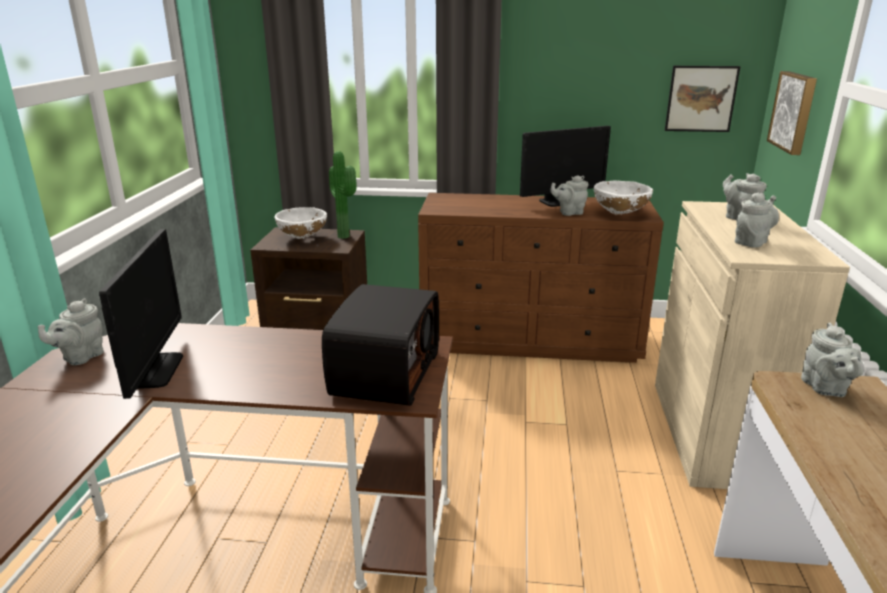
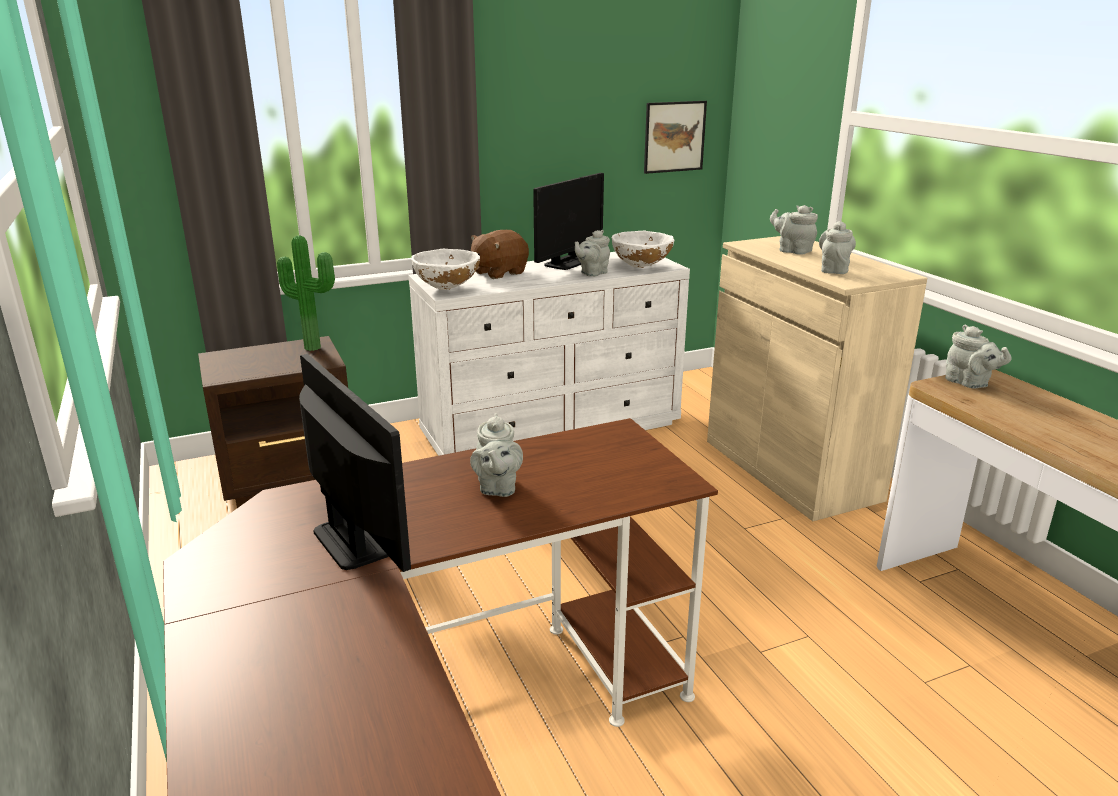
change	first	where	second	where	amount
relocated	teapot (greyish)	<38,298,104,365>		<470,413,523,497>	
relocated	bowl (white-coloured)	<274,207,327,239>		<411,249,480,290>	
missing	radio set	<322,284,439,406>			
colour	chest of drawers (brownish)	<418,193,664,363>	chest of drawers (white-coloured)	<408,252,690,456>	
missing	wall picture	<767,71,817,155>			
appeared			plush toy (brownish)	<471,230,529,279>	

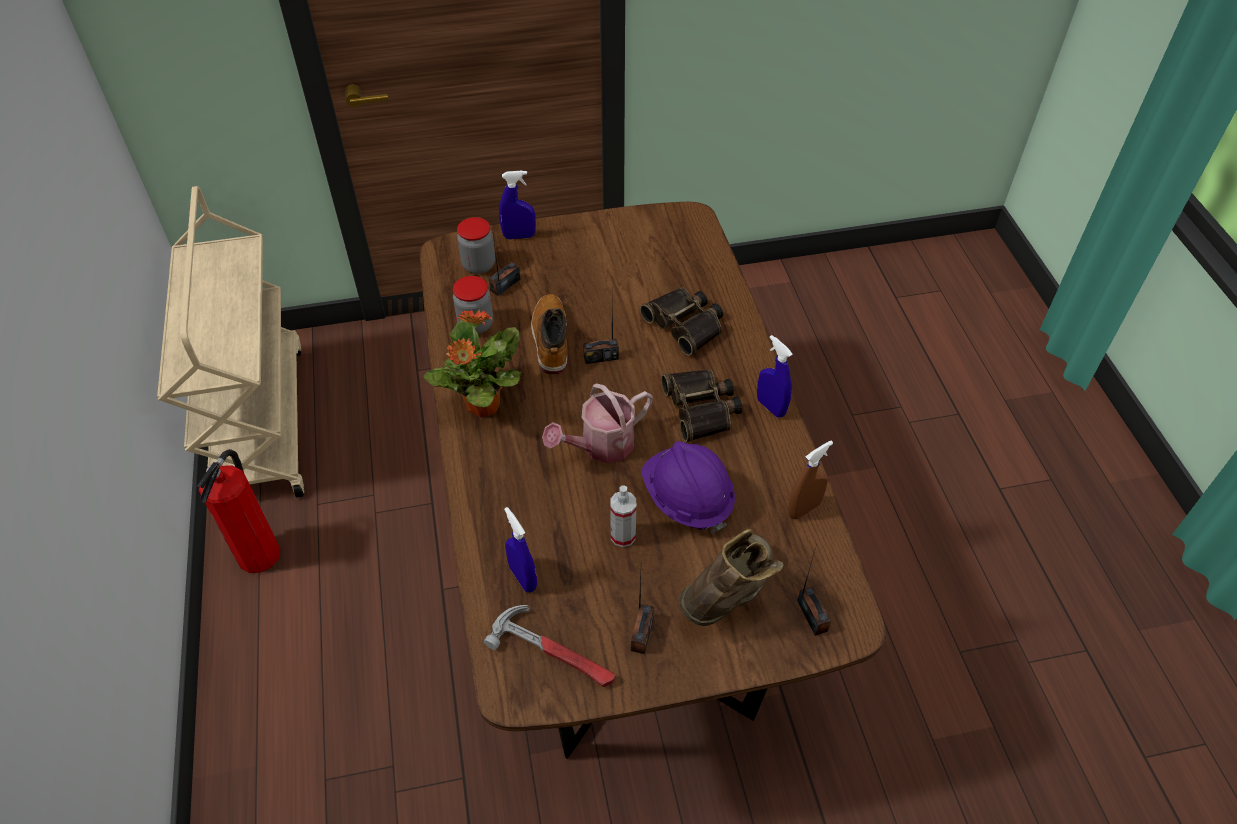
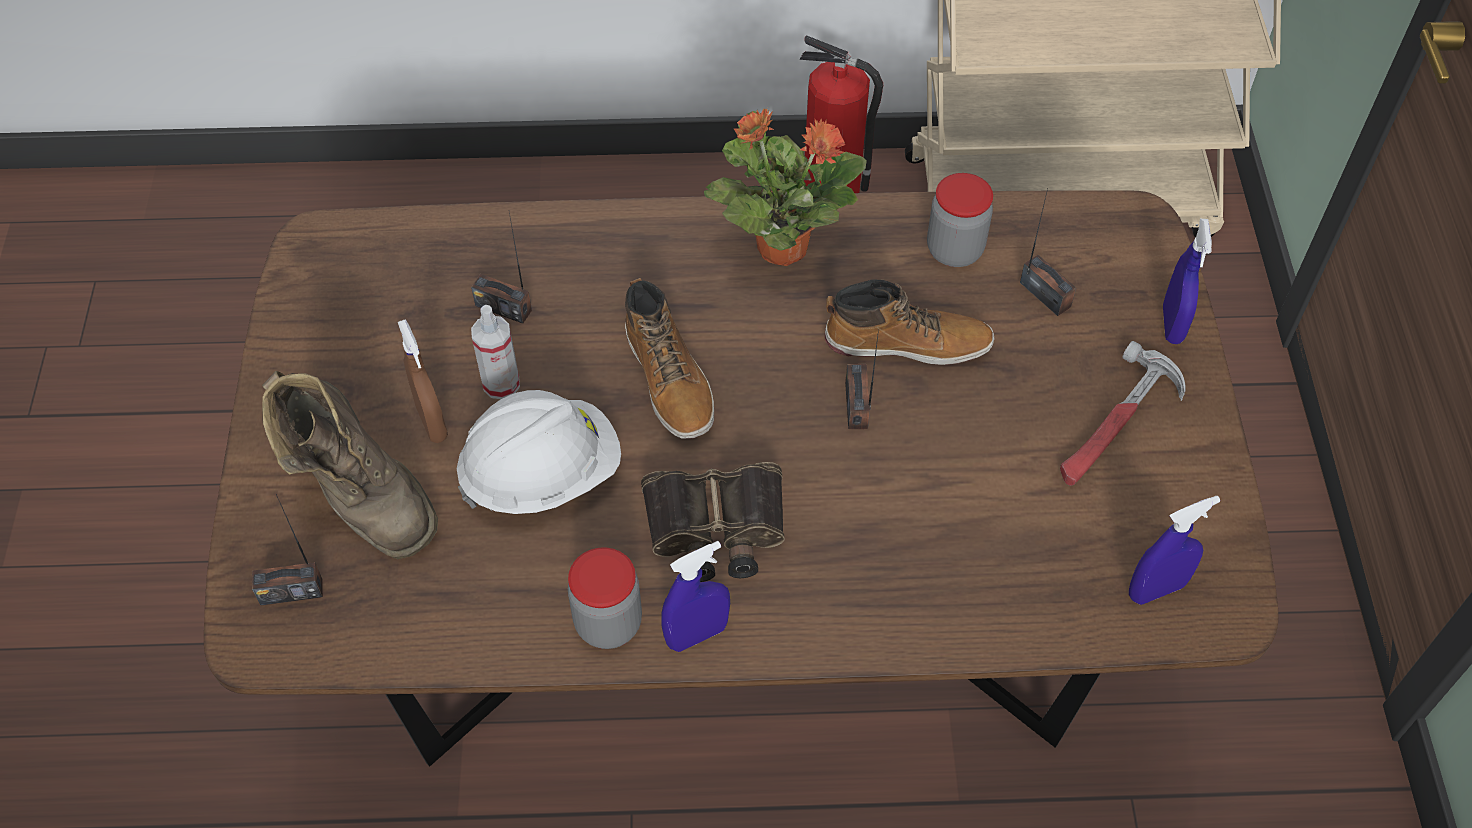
change	first	where	second	where	amount
relocated	jar	<457,217,495,274>		<568,547,642,649>	
relocated	hand hammer	<484,605,616,687>		<1060,341,1186,486>	
relocated	spray bottle (blue-coloured)	<504,507,537,592>		<1129,496,1220,605>	
exchanged	watering pot	<542,383,653,464>	boot	<625,278,714,439>	
relocated	radio set	<631,573,654,654>		<471,212,532,324>	
missing	binoculars	<640,287,723,356>			
colour	hard hat (purple-coloured)	<641,441,735,534>	hard hat (white-coloured)	<457,390,621,514>	
relocated	spray bottle (brownish)	<788,440,833,519>		<398,319,448,443>	

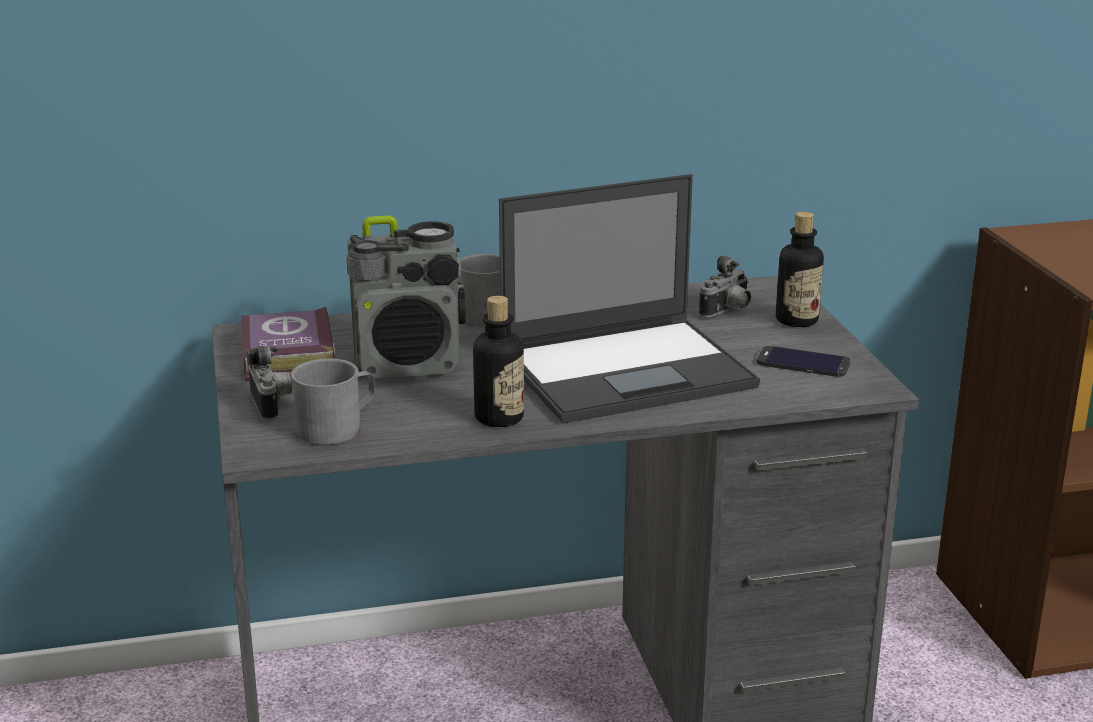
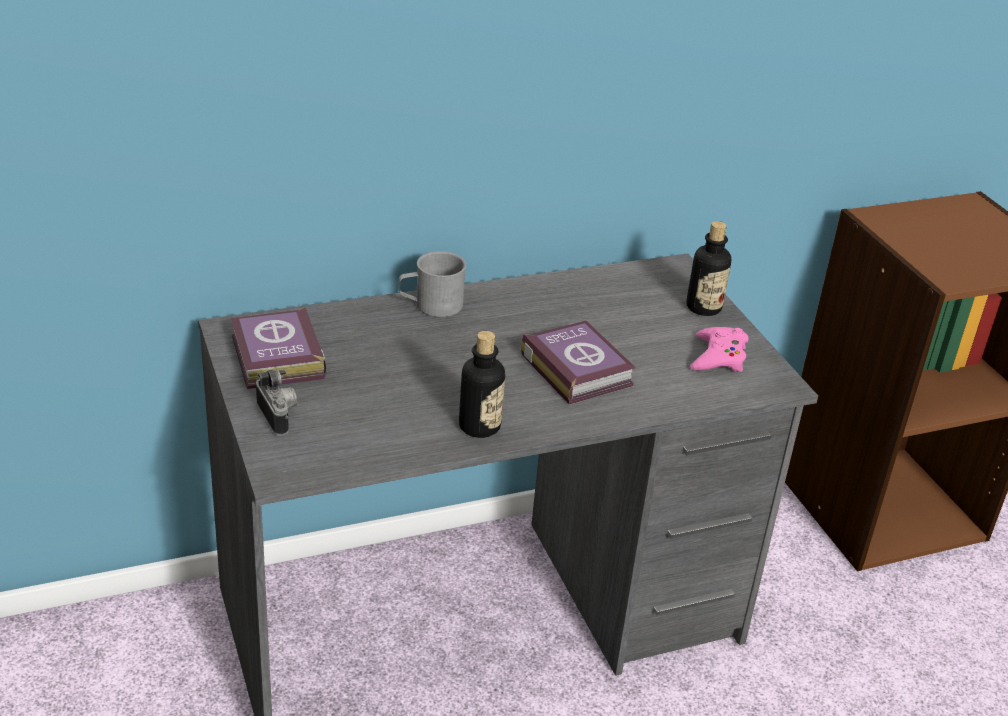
change	first	where	second	where	amount
missing	tea mug (greyish)	<291,358,375,445>			
missing	radio set	<346,216,466,379>			
exchanged	notebook computer	<499,174,760,424>	bound book	<521,321,636,405>	
missing	photo camera	<699,256,751,318>			
exchanged	phone	<756,346,850,377>	game controller (pink)	<690,327,749,372>	

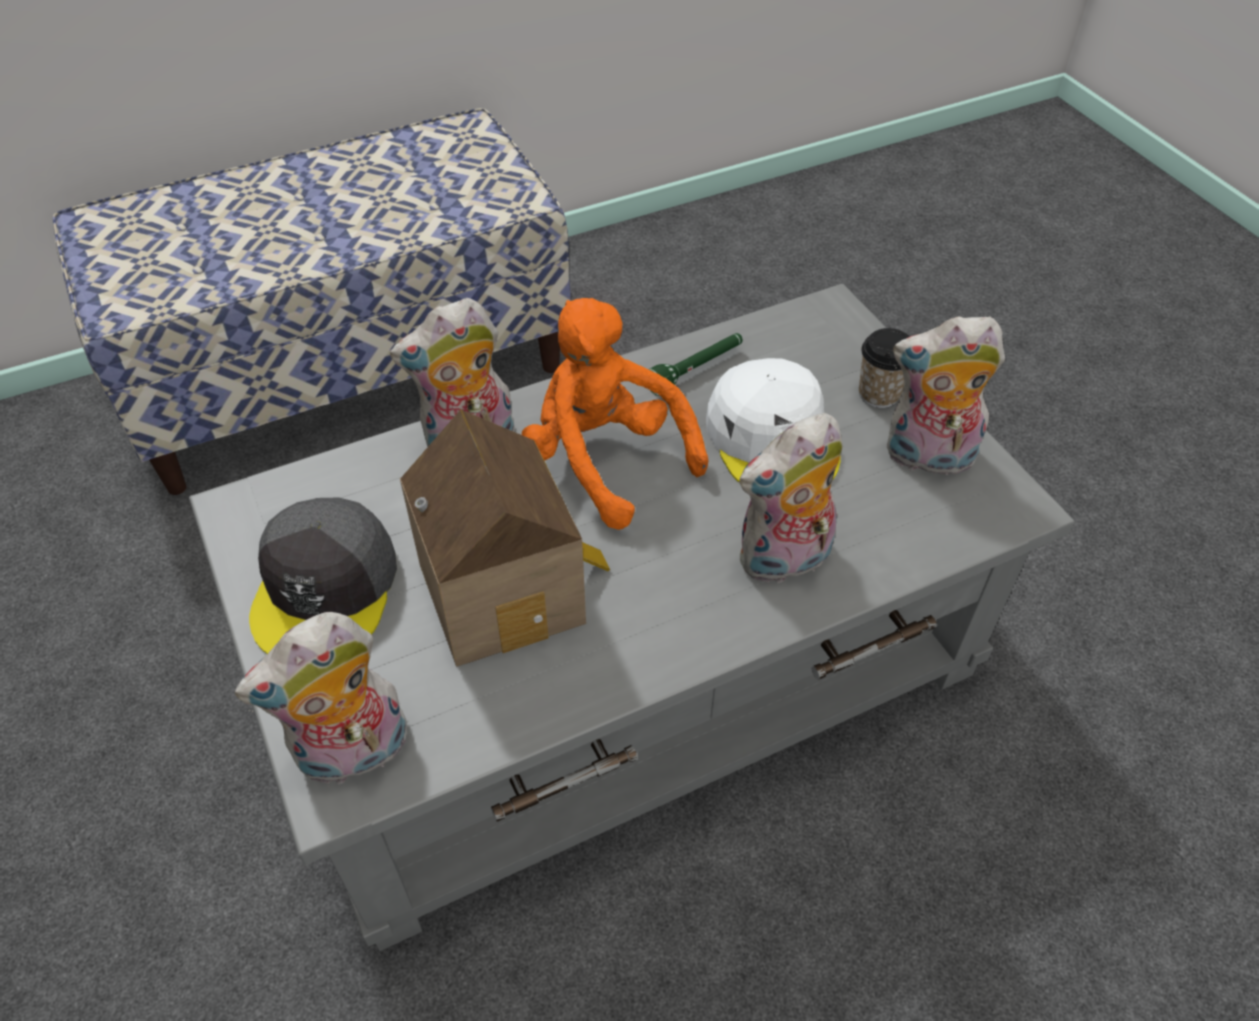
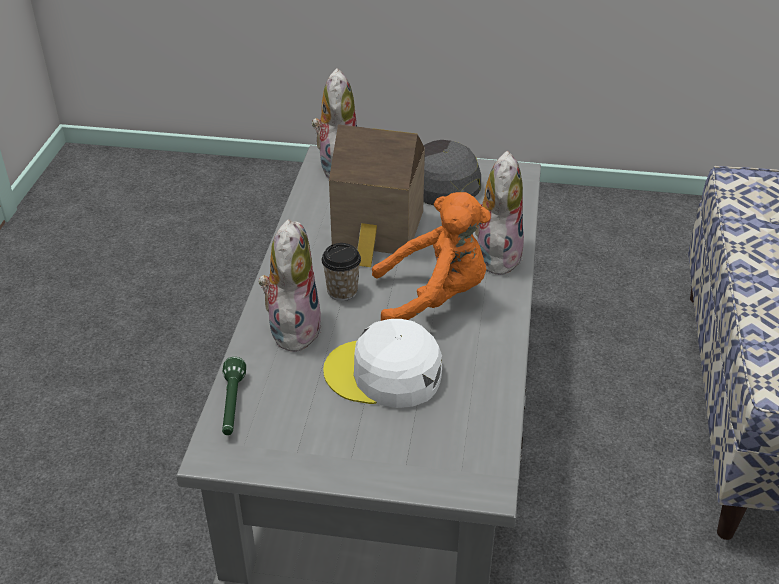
change	first	where	second	where	amount
relocated	hand torch (green-coloured)	<649,333,743,396>		<222,357,246,435>	
relocated	drinking cup	<859,328,910,408>		<321,243,361,301>	
missing	plush toy	<887,317,1005,481>			

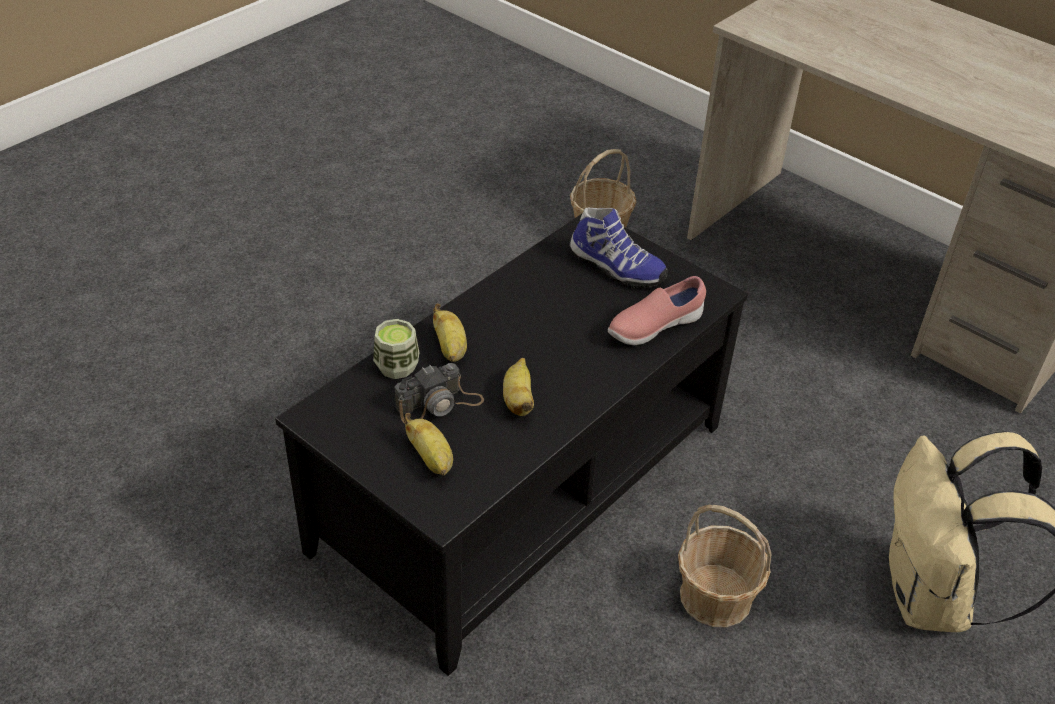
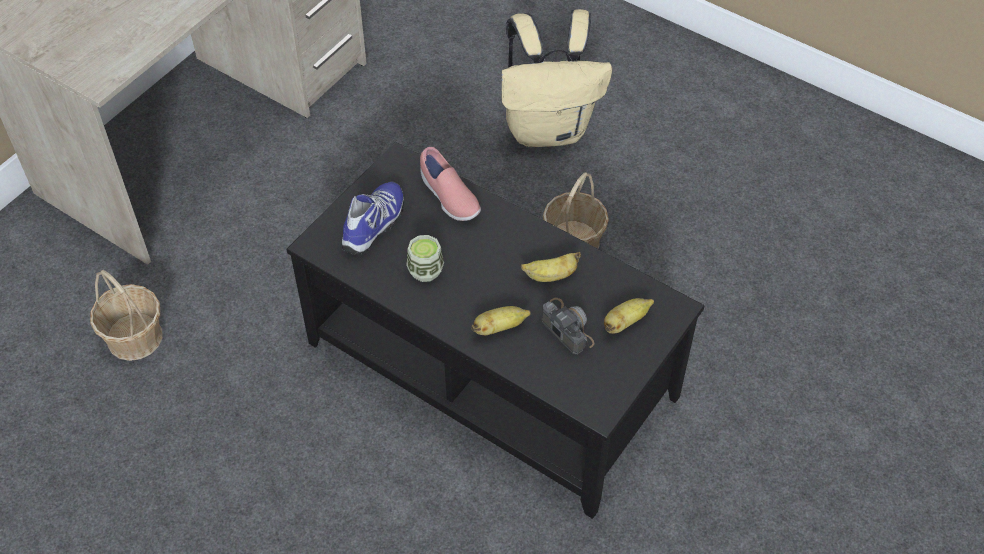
change	first	where	second	where	amount
relocated	drinking cup	<373,319,419,379>		<406,235,444,282>	

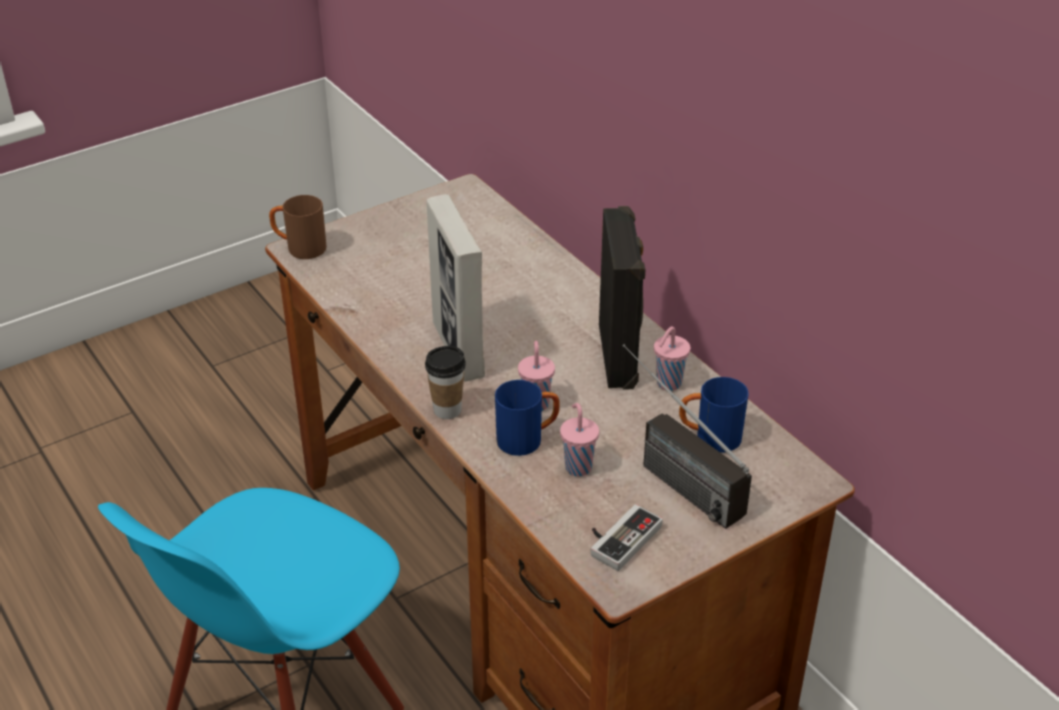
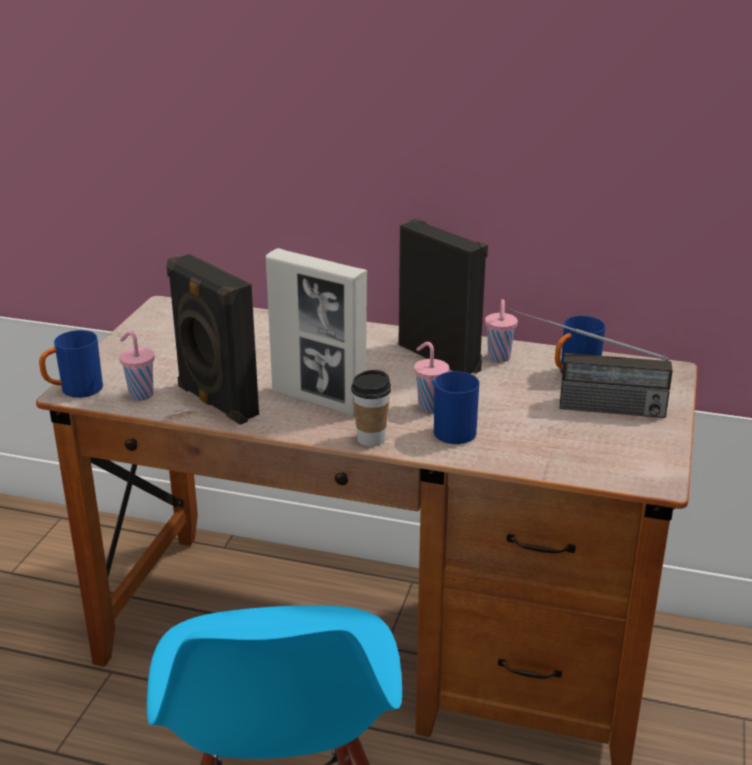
change	first	where	second	where	amount
colour	tea mug (brownish)	<269,195,327,259>	tea mug (blue-coloured)	<39,330,103,398>	
relocated	drinking cup (pink)	<560,403,599,476>		<119,331,155,401>	
missing	game controller	<591,504,663,571>			
appeared			loudspeaker (black-coloured)	<167,254,259,425>	

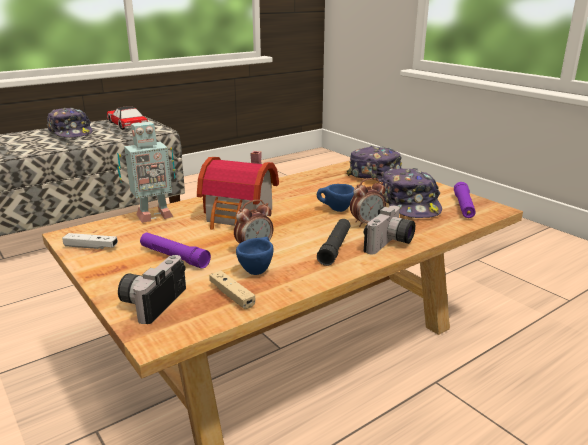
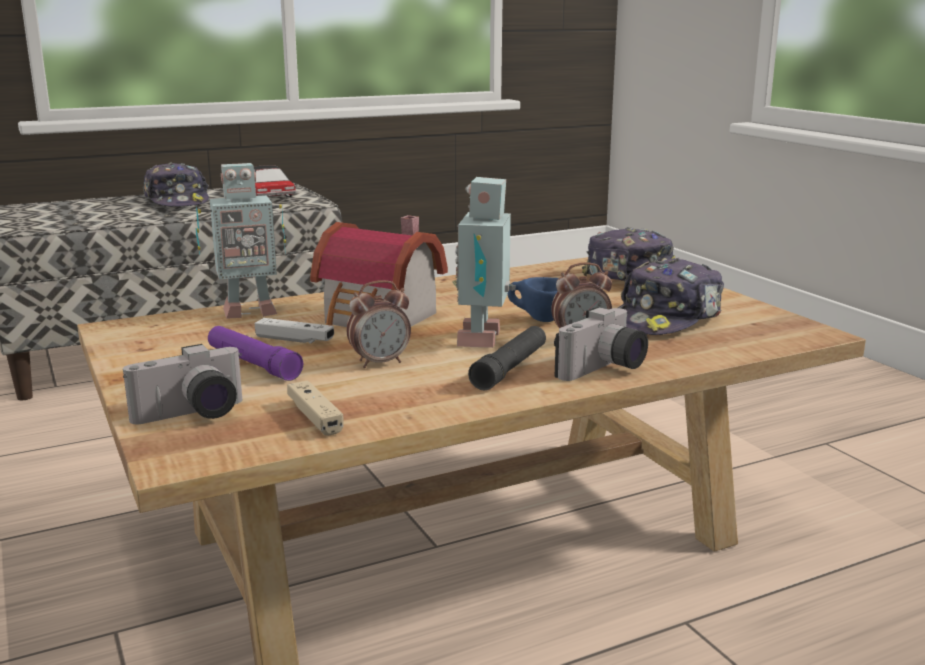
change	first	where	second	where	amount
relocated	game controller (white-coloured)	<62,233,118,249>		<255,318,334,344>	
spun	photo camera	<118,255,186,324>		<123,344,242,424>	150 degrees counterclockwise
missing	drinking cup (blue-coloured)	<236,237,273,275>			
spun	baseball cap	<379,168,442,218>		<618,258,724,335>	45 degrees clockwise
missing	hand torch (purple-coloured)	<454,182,476,218>			
appeared			model robot	<452,177,516,348>	

